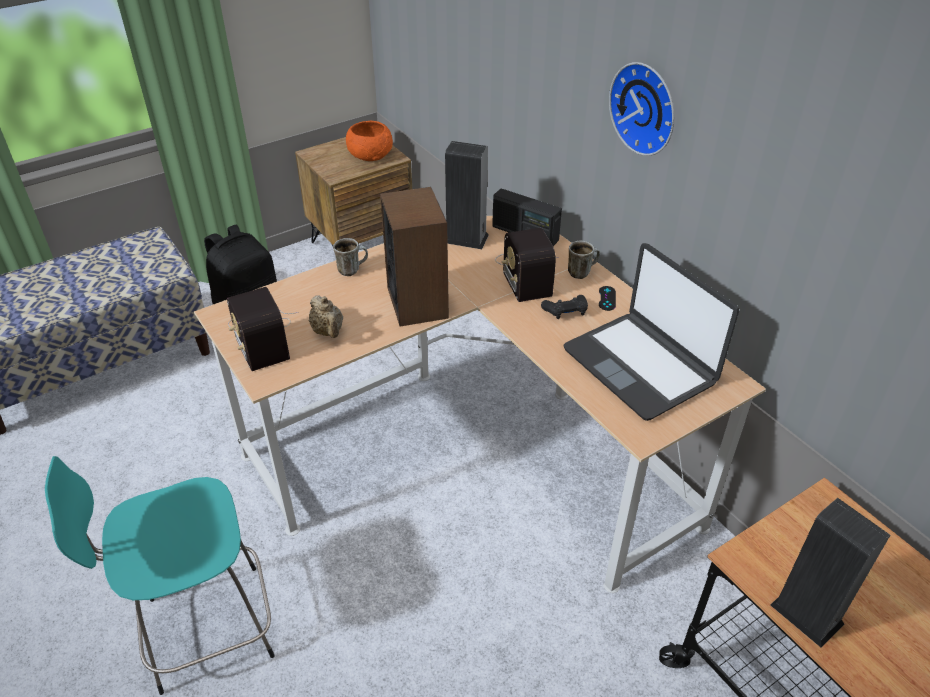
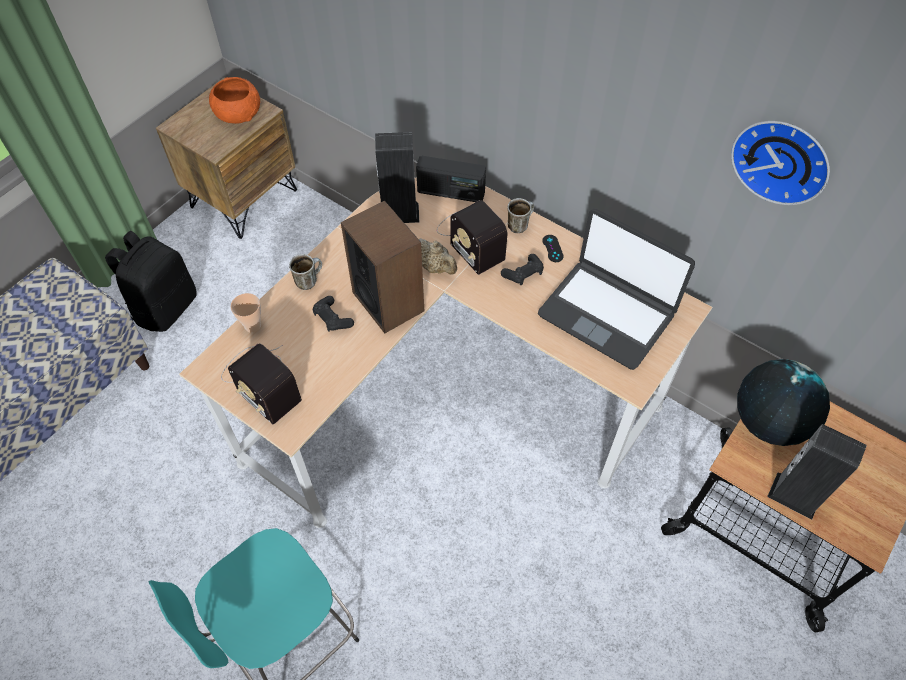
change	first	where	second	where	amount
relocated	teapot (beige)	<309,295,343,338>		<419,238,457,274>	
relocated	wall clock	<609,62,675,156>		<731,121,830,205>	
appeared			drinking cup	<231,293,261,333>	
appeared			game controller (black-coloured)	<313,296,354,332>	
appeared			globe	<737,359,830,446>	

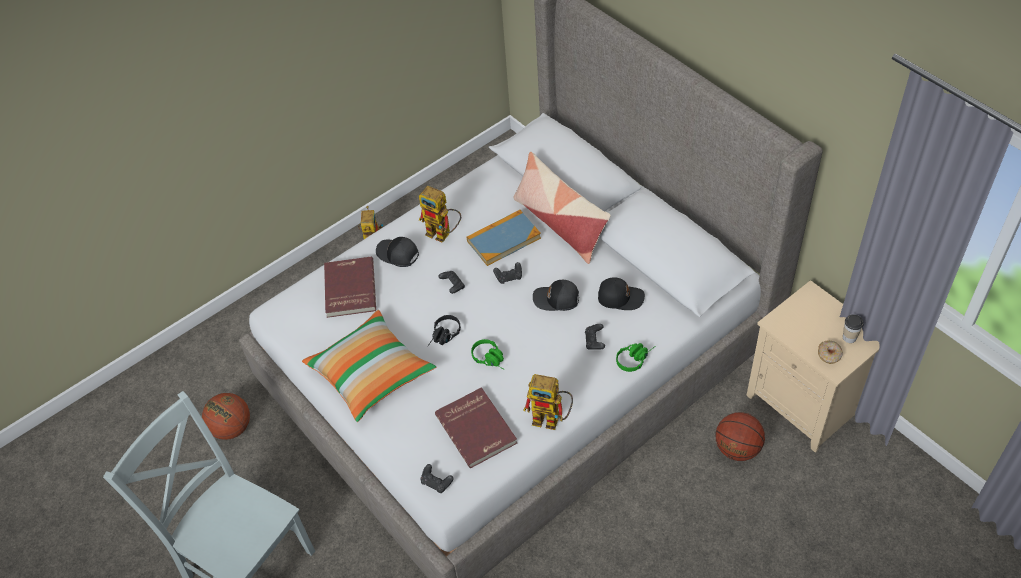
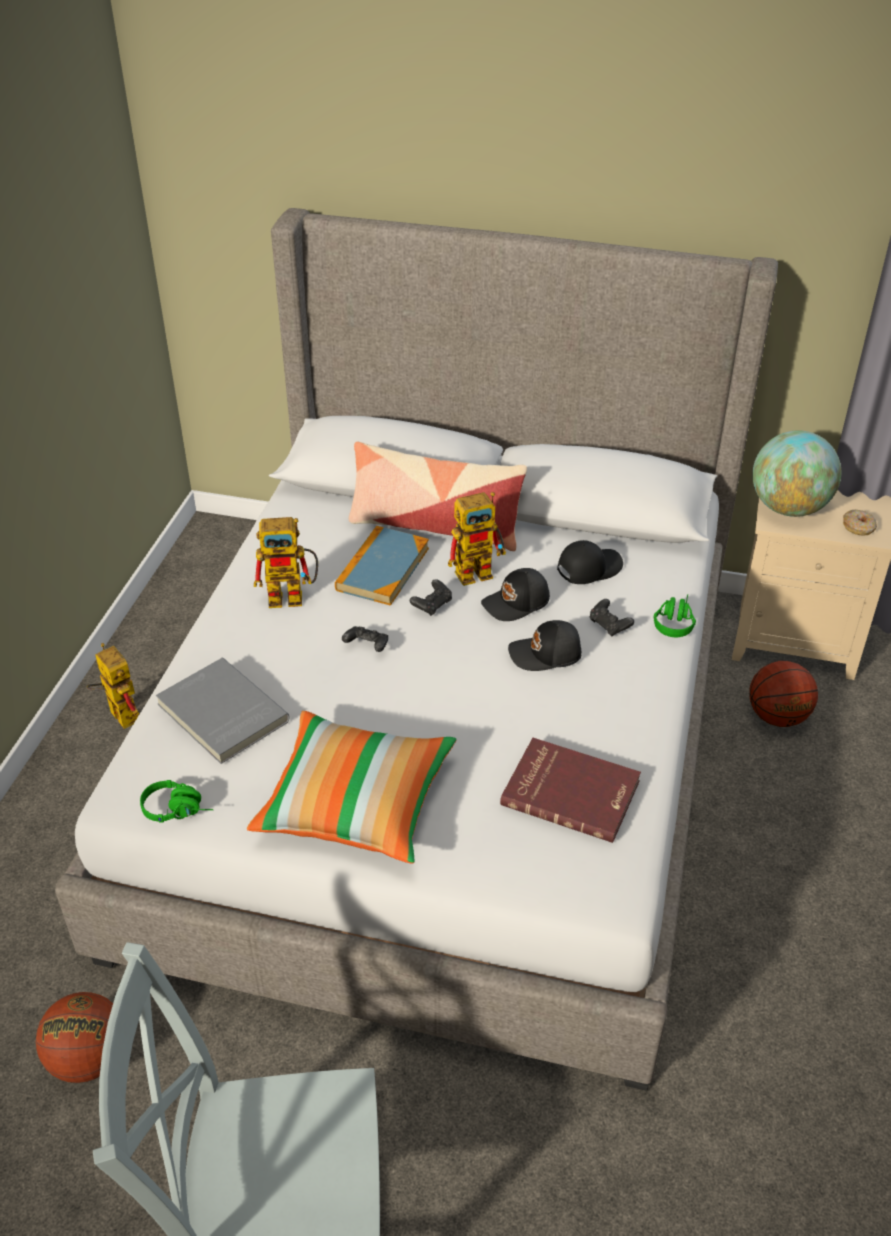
change	first	where	second	where	amount
colour	bound book (reddish)	<324,257,376,318>	bound book (greyish)	<156,658,290,764>	
relocated	baseball cap (black-coloured)	<376,237,419,267>		<508,620,581,671>	
missing	game controller (black-coloured)	<421,464,454,493>			
missing	headphones (black-coloured)	<428,315,461,346>			
relocated	headphones (green-coloured)	<471,339,505,370>		<140,780,214,822>	
relocated	model robot	<523,374,573,430>		<448,492,506,586>	
missing	drinking cup	<843,314,864,343>			
appeared			globe	<752,430,841,517>	

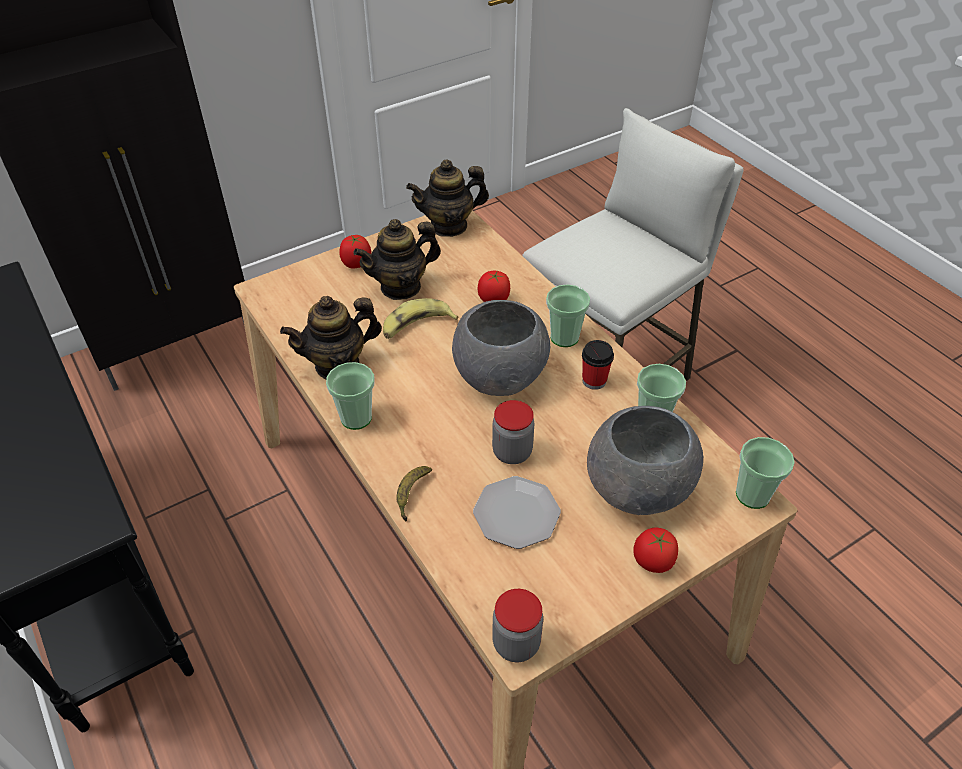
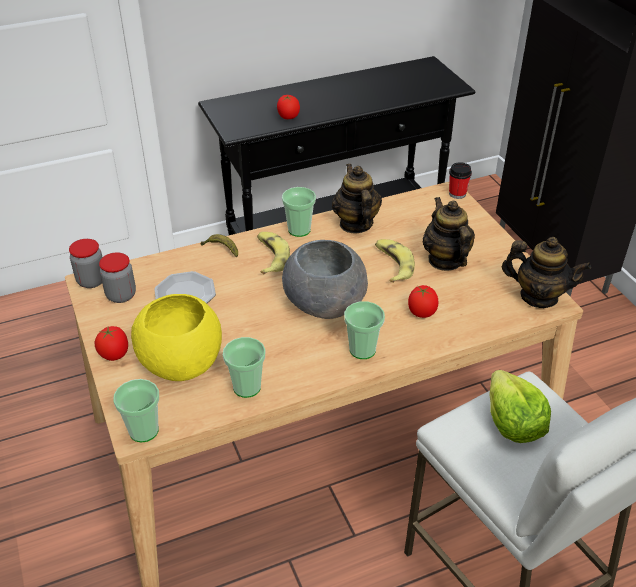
change	first	where	second	where	amount
relocated	fresh tomato	<339,235,371,269>		<277,95,300,119>	
spun	teapot	<406,159,489,237>		<502,237,591,308>	120 degrees clockwise
relocated	jar	<492,400,534,464>		<99,252,136,303>	
relocated	drinking cup	<582,340,614,390>		<449,162,472,199>	
colour	bowl (greyish)	<587,406,703,515>	bowl (yellow-coloured)	<131,294,222,381>	
appeared			whole banana	<257,232,290,274>	
appeared			lettuce head	<489,370,551,443>	

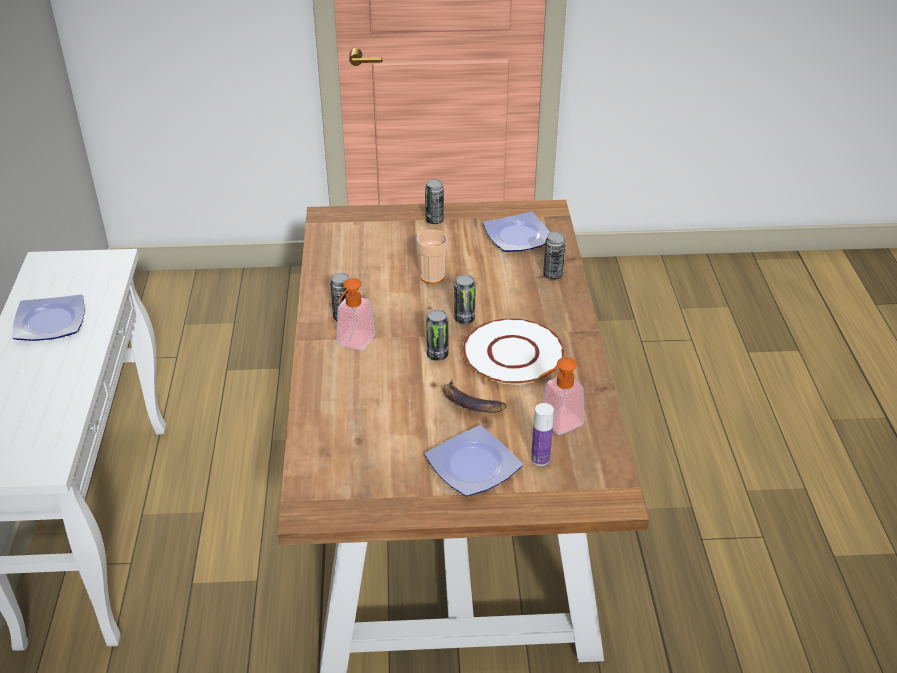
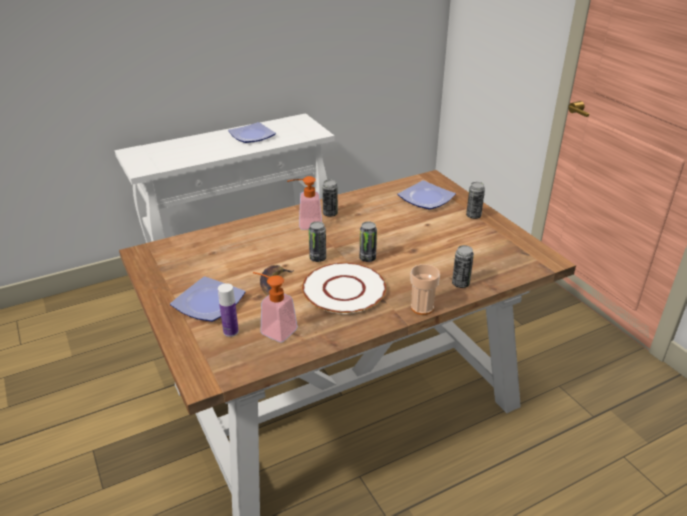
change	first	where	second	where	amount
relocated	drinking cup	<417,230,447,284>		<410,264,440,315>	
relocated	flat dish	<483,212,550,252>		<398,180,456,210>	

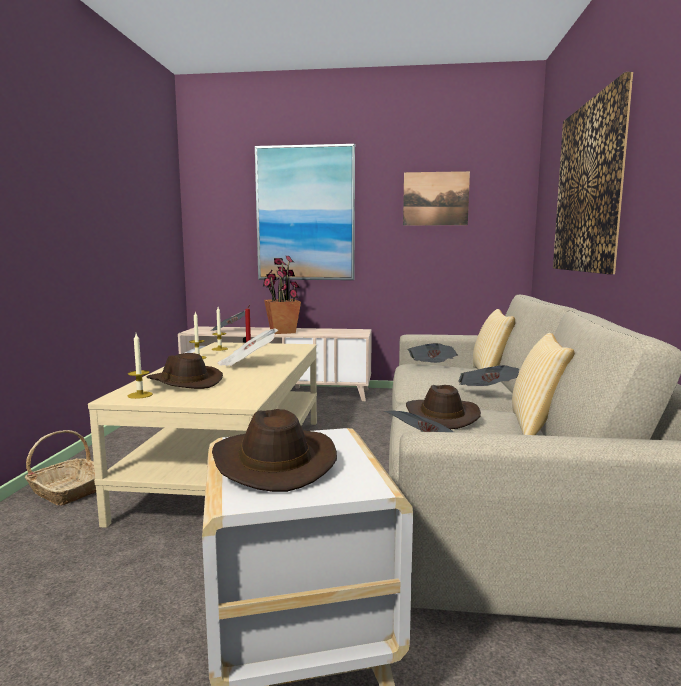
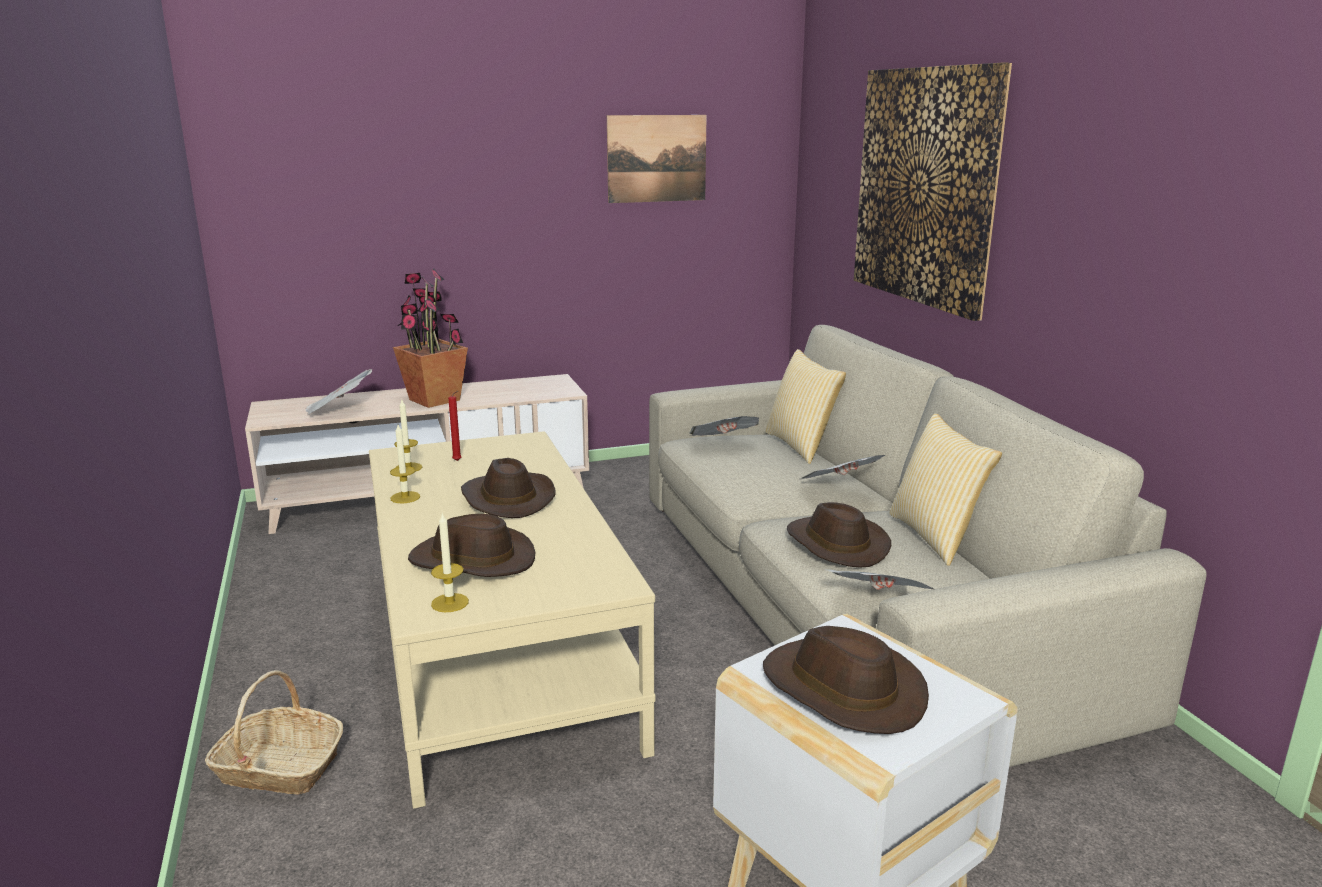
change	first	where	second	where	amount
exchanged	newspaper	<217,329,278,366>	wearable hat (brownish)	<461,458,555,518>	
missing	wall picture	<255,144,355,280>			

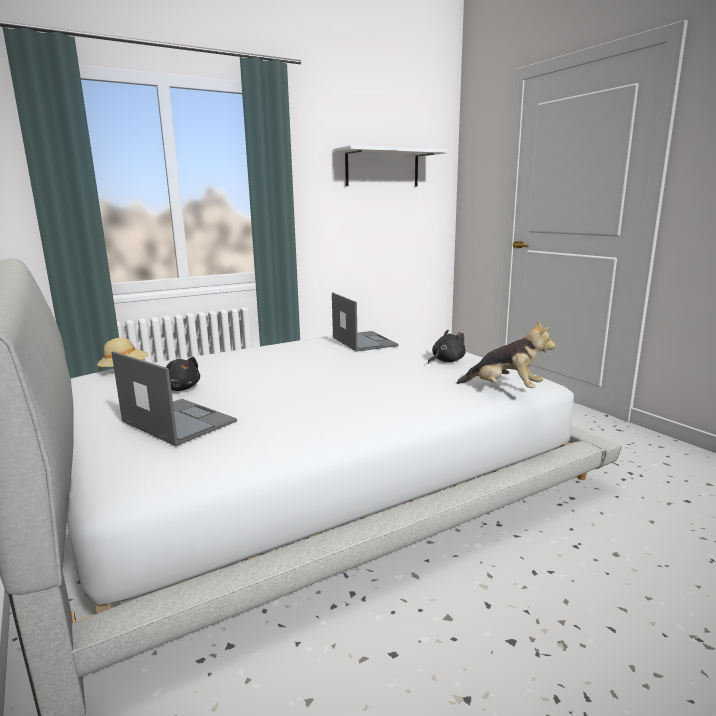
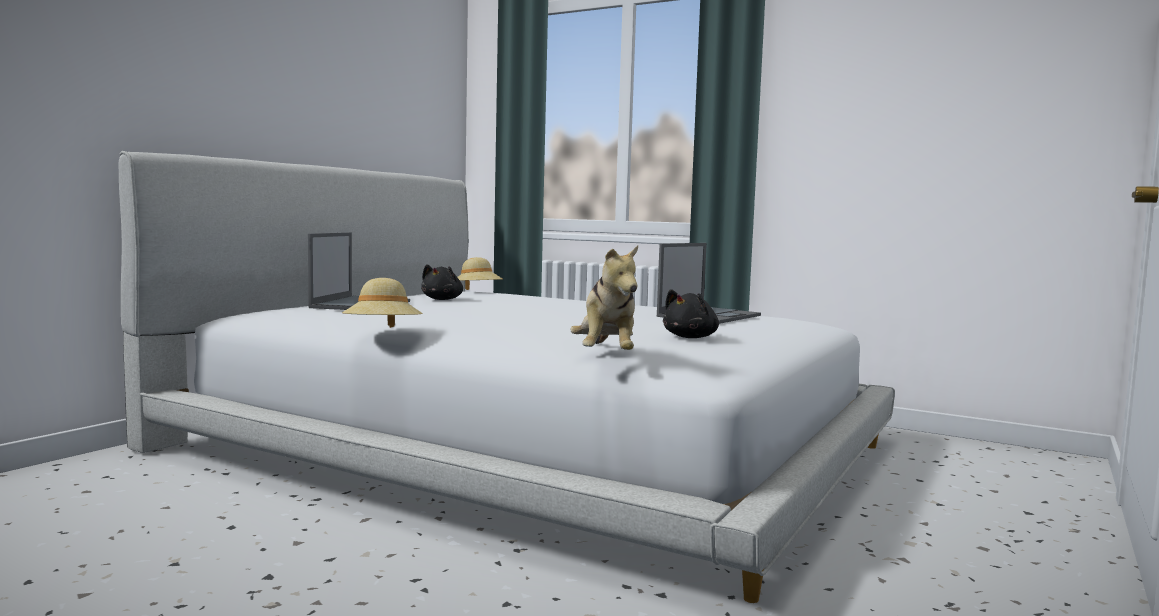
change	first	where	second	where	amount
missing	shelf (white-coloured)	<333,145,448,186>			
spun	plush toy (black-coloured)	<428,330,466,364>		<663,289,719,338>	105 degrees clockwise
appeared			wearable hat (beige)	<342,278,422,328>	

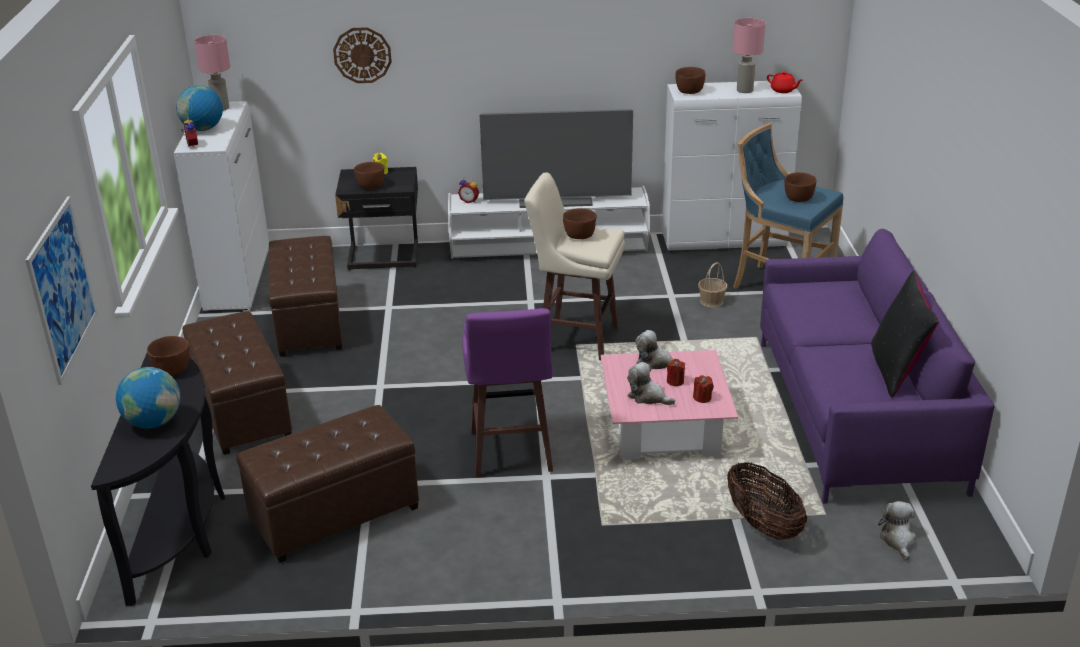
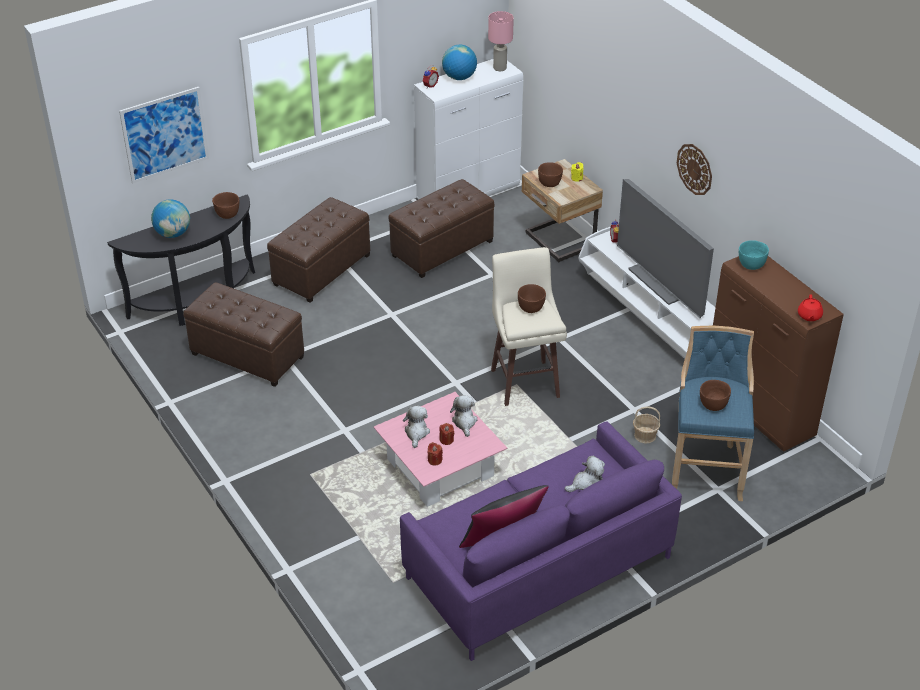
change	first	where	second	where	amount
relocated	wall clock	<333,27,392,83>		<677,144,712,195>	
colour	bedside table (black-coloured)	<335,167,418,270>	bedside table (beige)	<522,159,603,263>	
missing	sitting stool (purple-coloured)	<462,308,553,478>			
colour	cabinet (white-coloured)	<662,81,802,251>	cabinet (brownish)	<713,256,844,452>	
colour	bowl (brownish)	<675,67,705,94>	bowl (turquoise)	<739,240,769,270>	
missing	household basket	<727,462,807,540>			
missing	tabletop lamp (pink)	<733,18,765,93>			
relocated	plush toy	<878,501,916,560>		<564,456,605,492>	

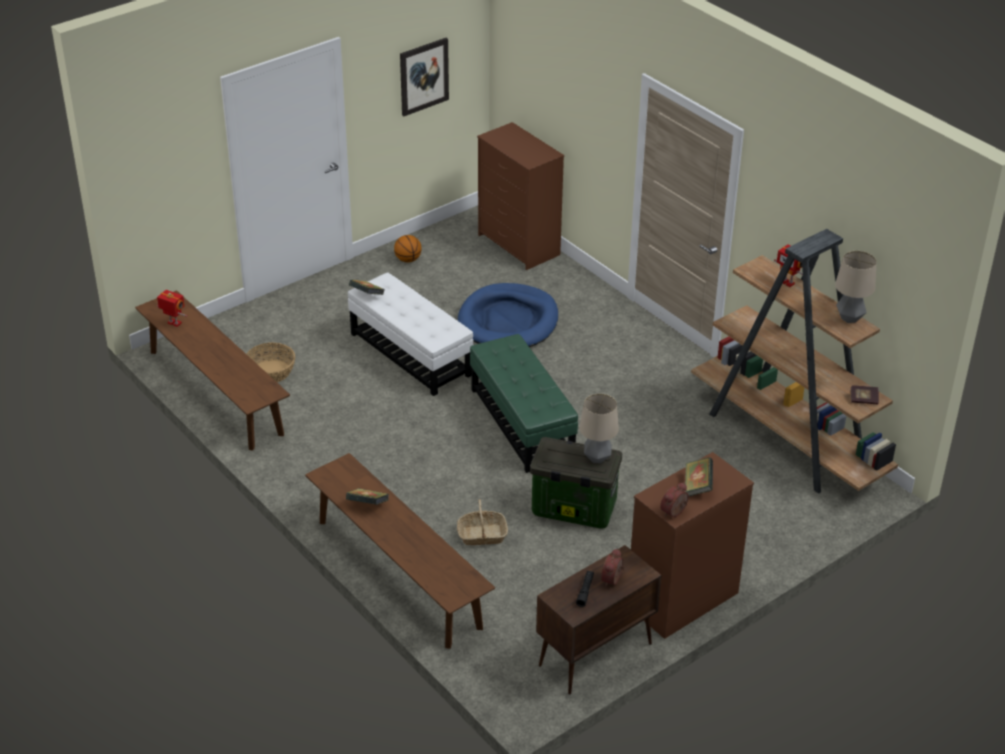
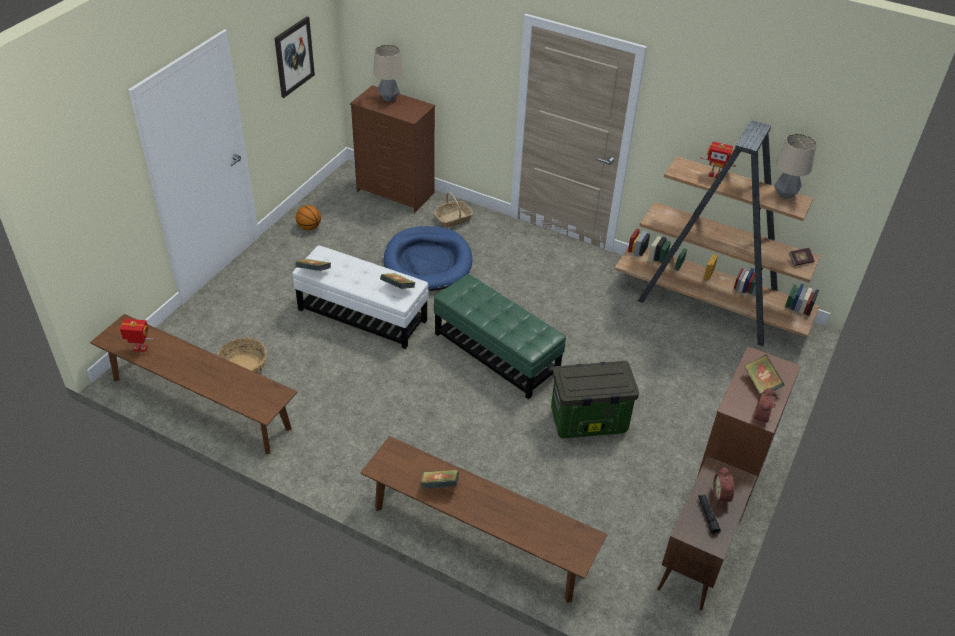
change	first	where	second	where	amount
relocated	household basket	<457,499,508,545>		<434,192,473,227>	
relocated	tabletop lamp	<579,393,619,463>		<373,44,403,102>	
appeared			bound book	<380,273,416,289>	

